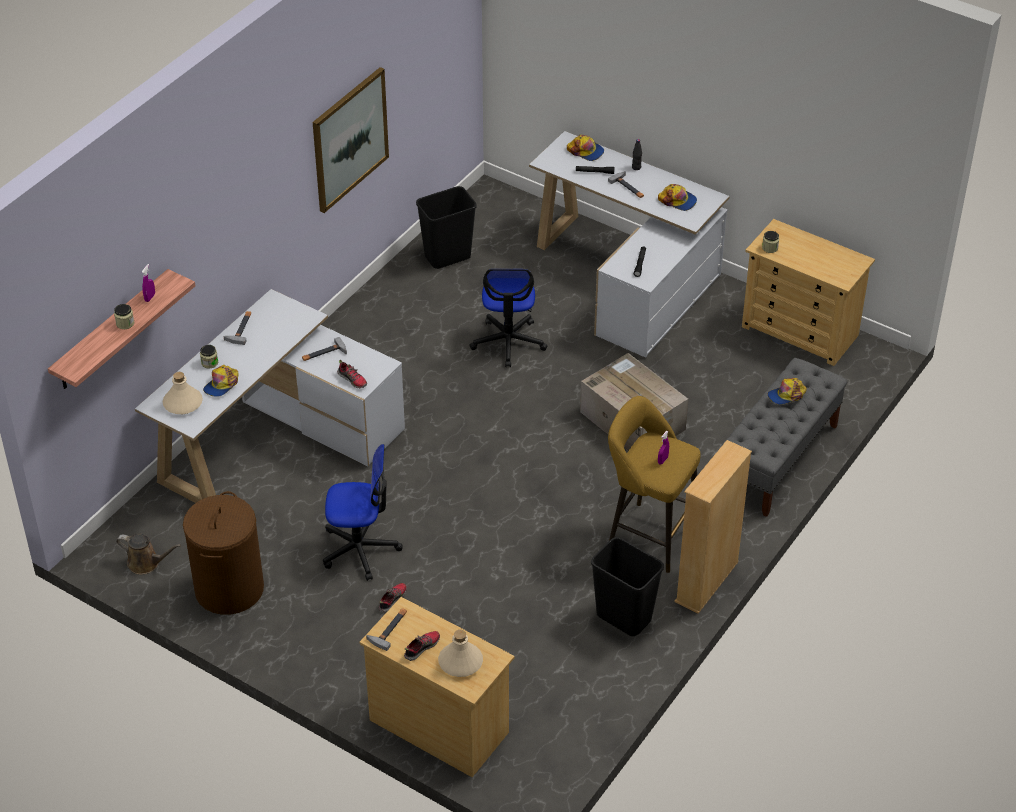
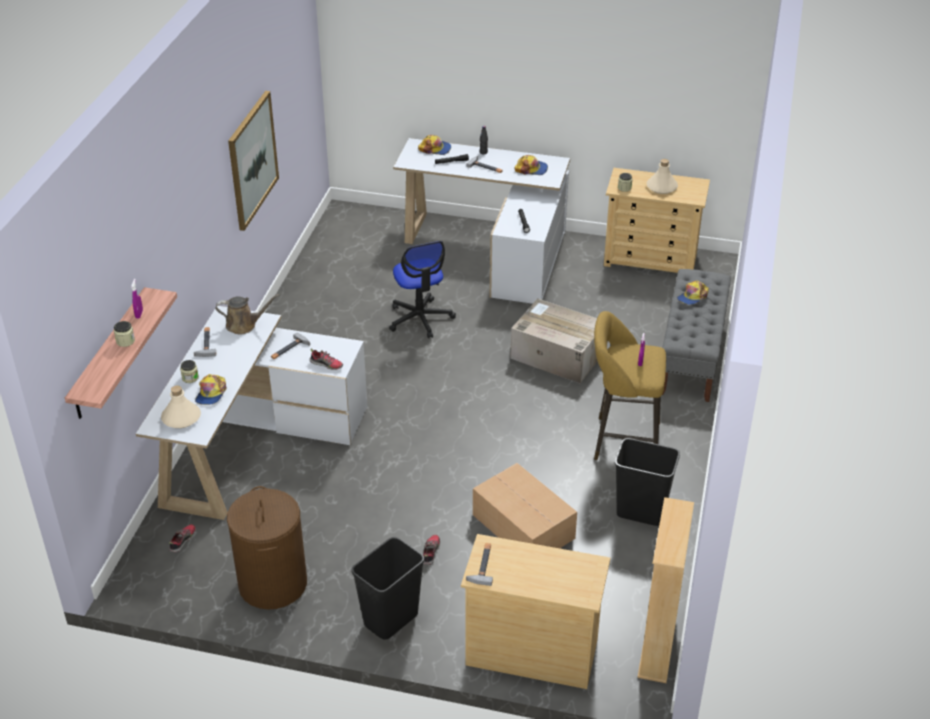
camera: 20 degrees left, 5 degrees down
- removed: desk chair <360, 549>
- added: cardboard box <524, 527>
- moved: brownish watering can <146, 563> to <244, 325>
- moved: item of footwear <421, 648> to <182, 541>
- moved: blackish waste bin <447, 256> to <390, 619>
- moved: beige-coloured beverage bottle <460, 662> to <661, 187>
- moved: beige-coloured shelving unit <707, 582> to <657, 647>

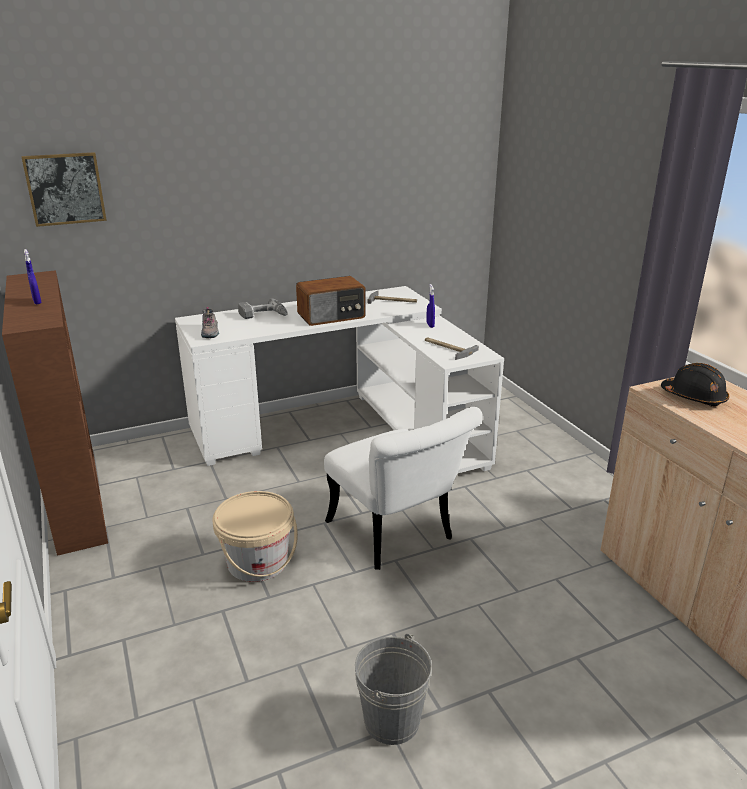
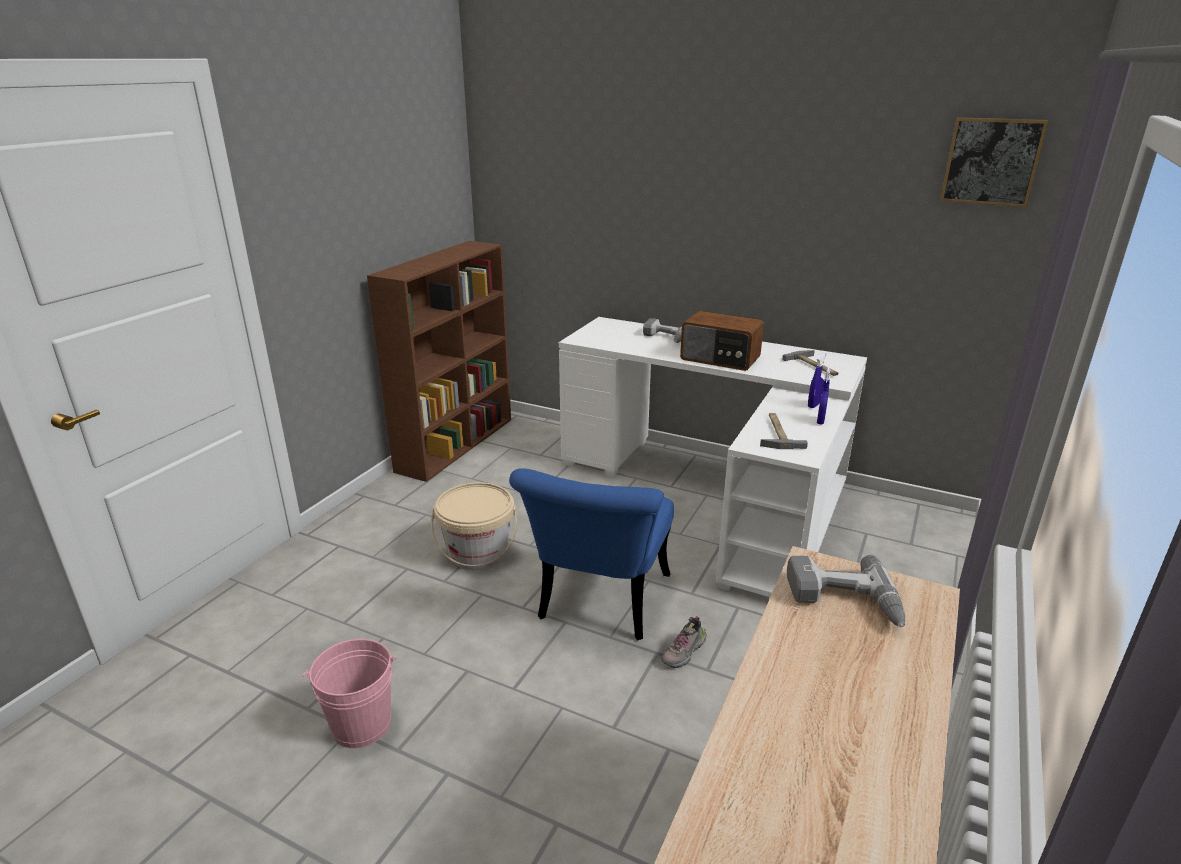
camera: 50 degrees right, 0 degrees up
- moved: wall picture <65, 189> to <991, 161>
- moved: bluish spray bottle <37, 302> to <820, 421>
- moved: item of footwear <210, 332> to <684, 652>
- replaced: blackish safety helmet <694, 397> to power drill <844, 602>
- recoloured: white plain chair <397, 536> to bluish plain chair <600, 605>
- recoloured: gray water bucket <392, 720> to pink-coloured water bucket <361, 725>

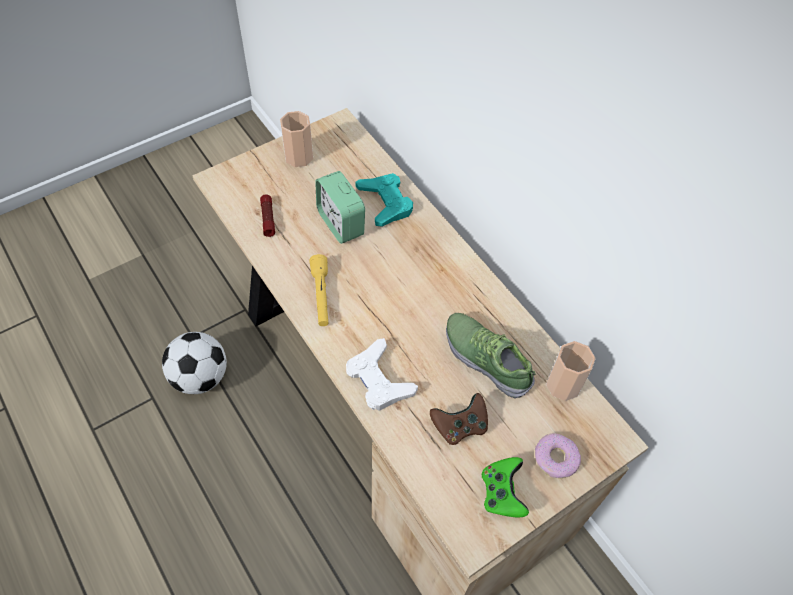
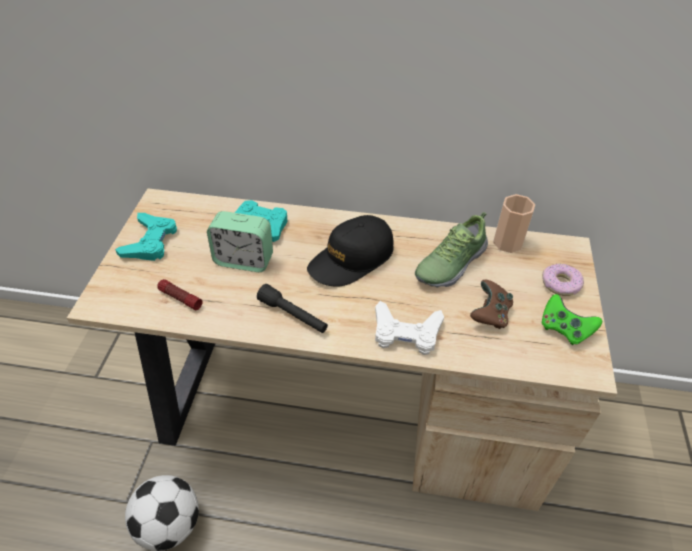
camera: 45 degrees left, 10 degrees down
- added: blackish baseball cap <351, 259>
- replaced: drinking cup <299, 157> to turquoise-coloured joypad <150, 241>
- recoloured: yellowish hand torch <321, 295> to blackish hand torch <293, 315>
- turned: item of footwear <487, 358> = <449, 264> 45 degrees counterclockwise

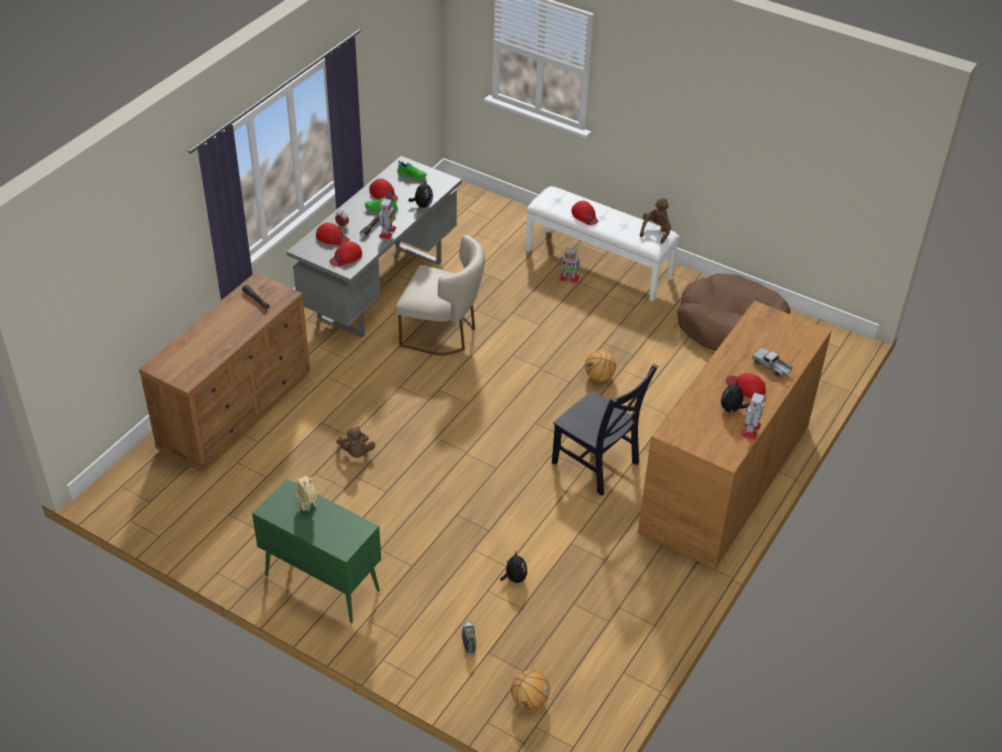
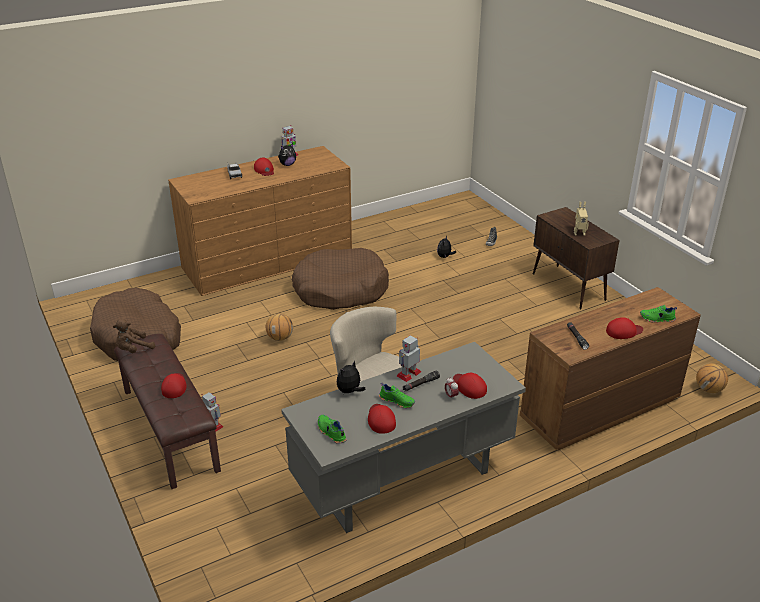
camera: 150 degrees left, 10 degrees down
- removed: brownish plush toy <356, 452>
- added: green item of footwear <657, 319>
- moved: red-coloured baseball cap <346, 257> to <624, 331>
- moved: basketball <529, 700> to <709, 389>
- replaced: blackish plain chair <598, 465> to brownish dog bed <340, 289>
- recoloured: green cabinet <321, 582> to brownish cabinet <569, 287>
- recoloured: white bench <599, 263> to brownish bench <169, 429>

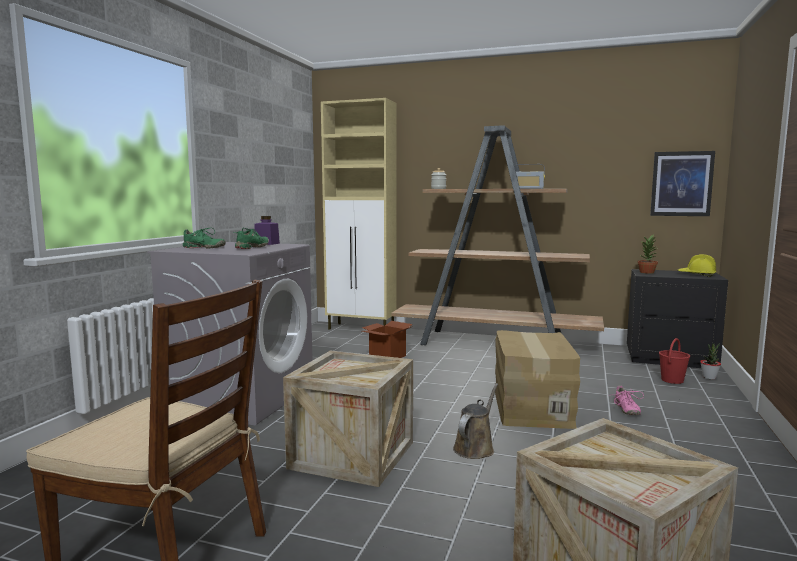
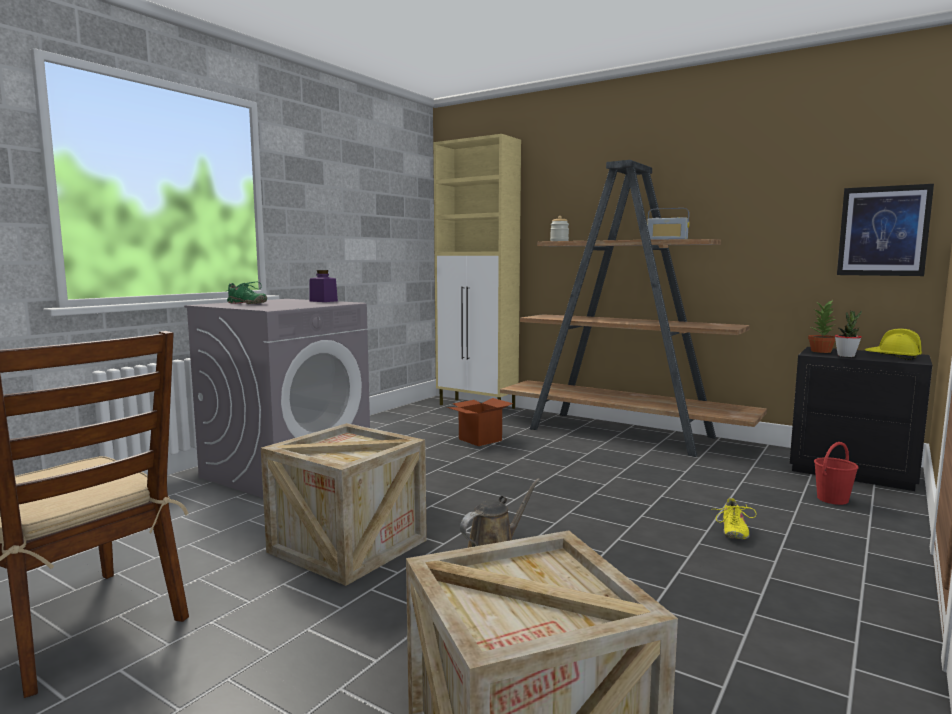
camera: 15 degrees right, 0 degrees up
- removed: green item of footwear <252, 247>
- removed: cardboard box <530, 407>
- moved: houseplant <709, 377> to <846, 356>
- recoloured: pink-coloured item of footwear <626, 409> to yellowish item of footwear <733, 530>

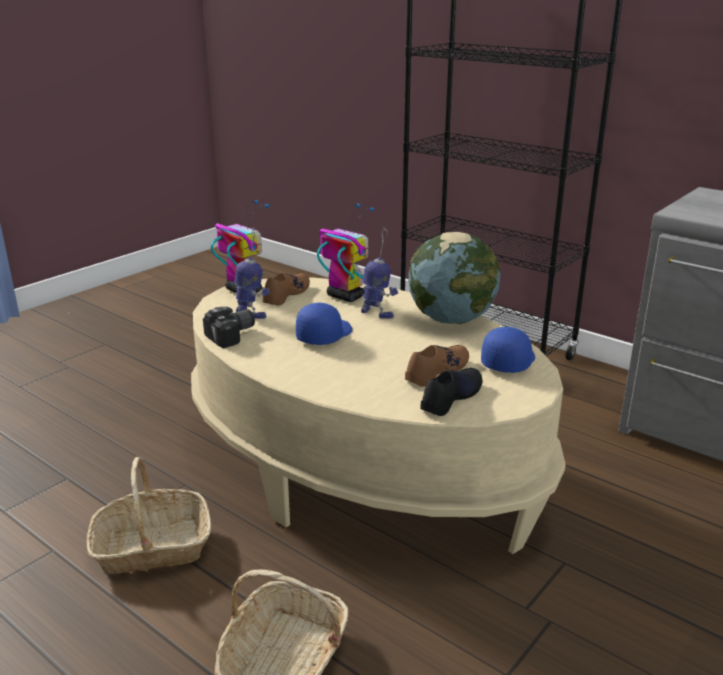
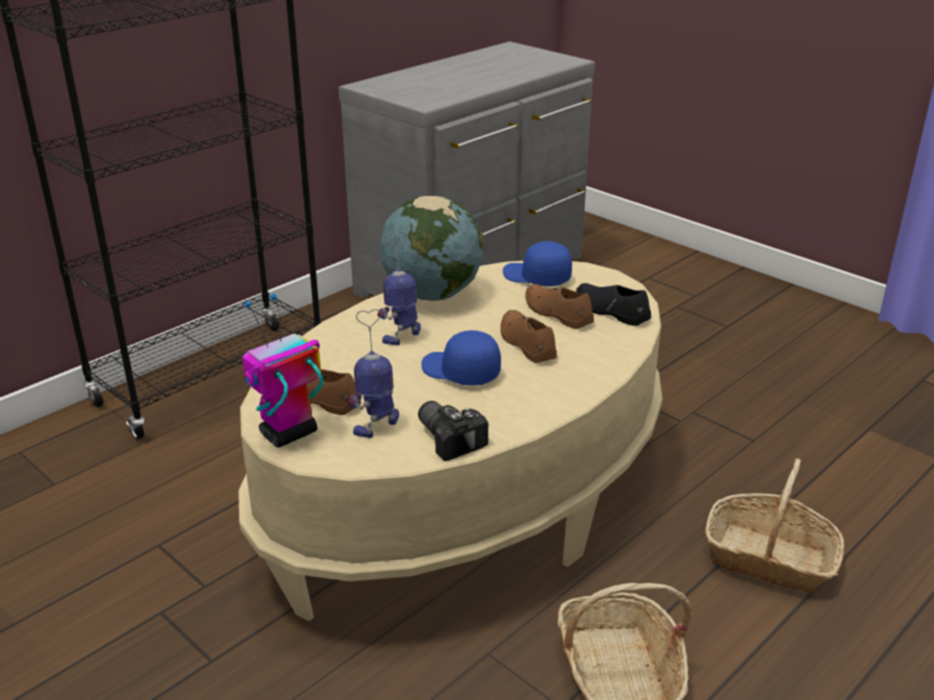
camera: 85 degrees left, 5 degrees up
- removed: robot figure <344, 296>
- added: brownish item of footwear <526, 343>

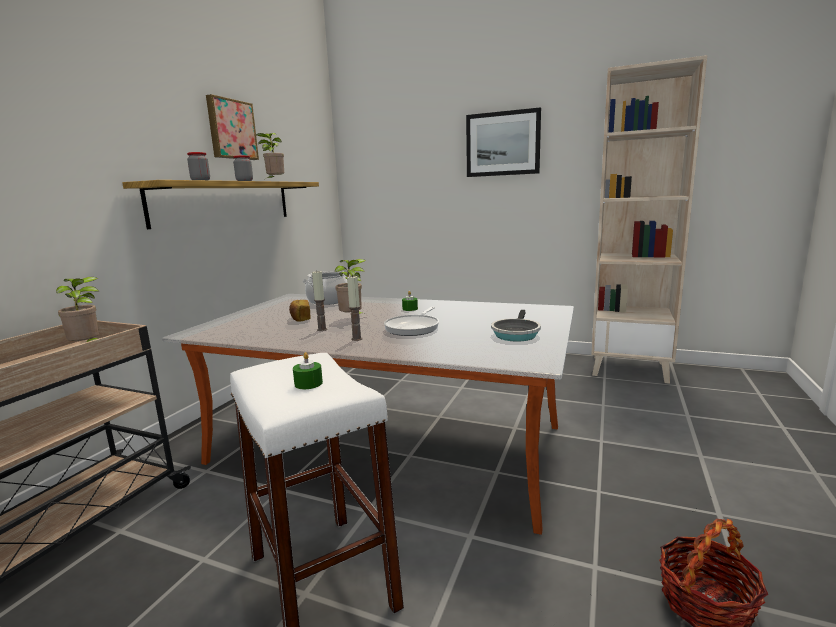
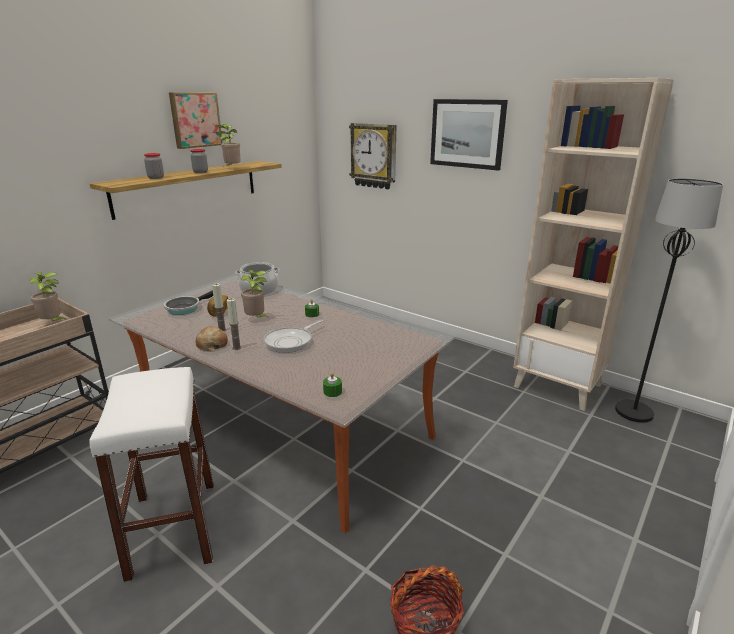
camera: 15 degrees right, 10 degrees up
- added: bakery bread <212, 344>
- added: hanging clock <374, 156>
- added: blackish floor lamp <634, 412>
- moved: green wax light <308, 383> to <332, 391>
- moved: frying pan <515, 334> to <185, 308>

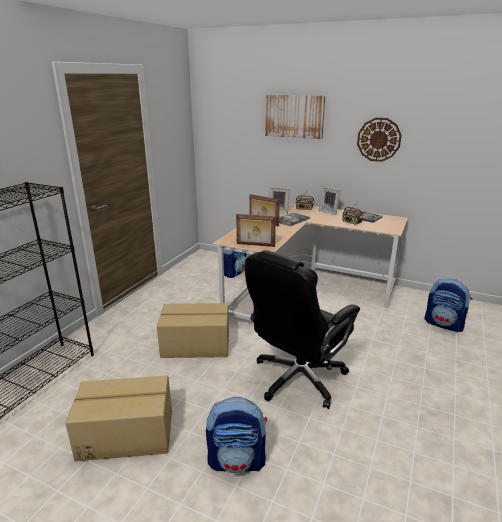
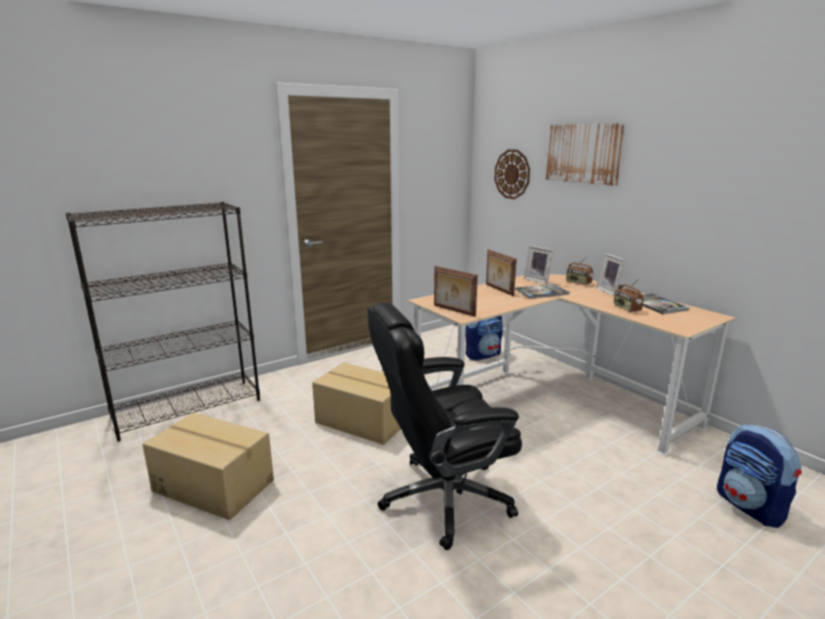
camera: 30 degrees right, 5 degrees down
- removed: rucksack <237, 461>
- moved: hanging clock <378, 139> to <512, 174>

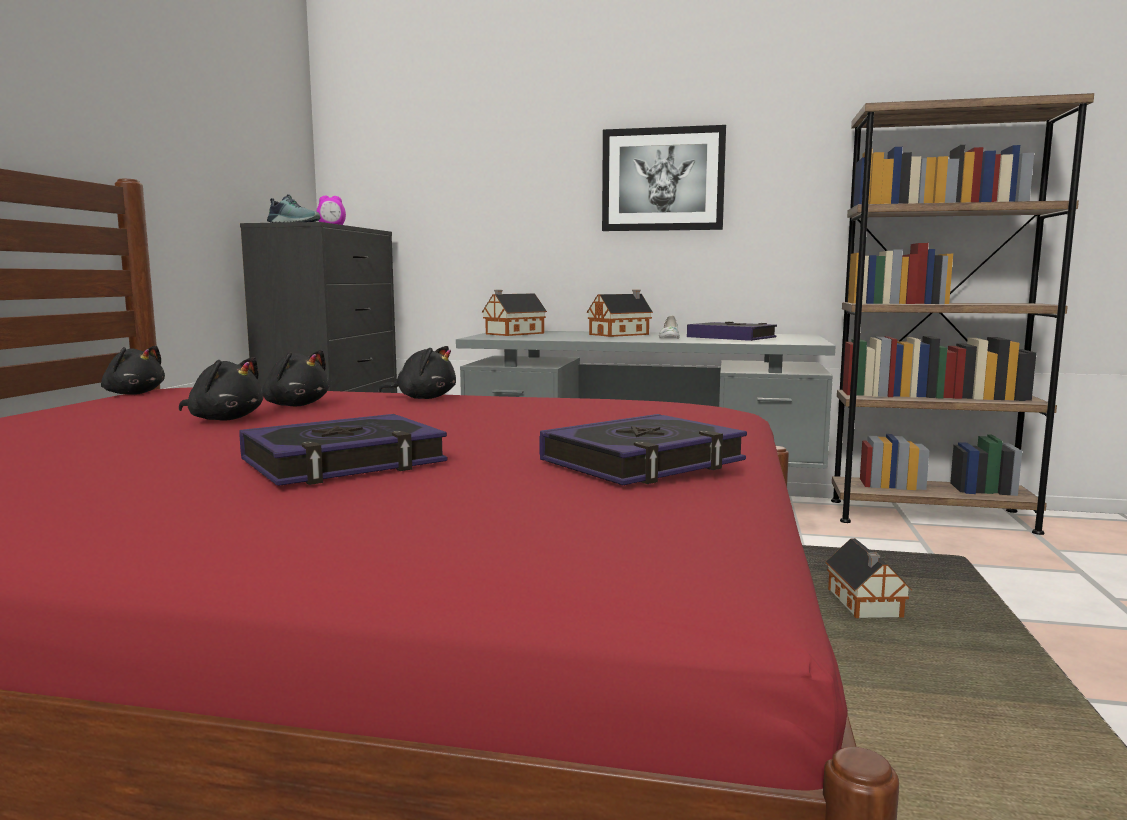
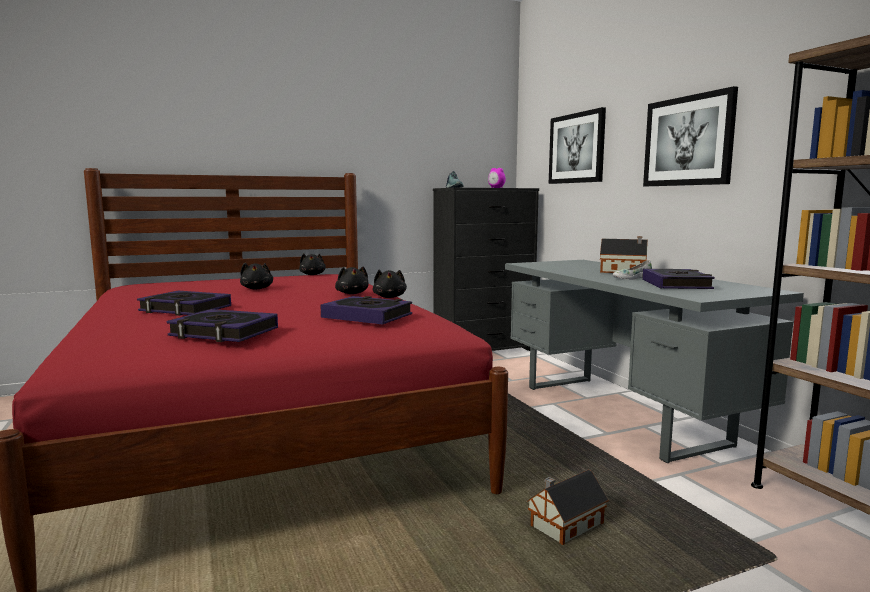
camera: 55 degrees right, 0 degrees up
- removed: miniature house <512, 334>
- added: volume <367, 316>
- added: wall picture <576, 148>
- moved: blackish plush toy <295, 405> to <389, 297>

